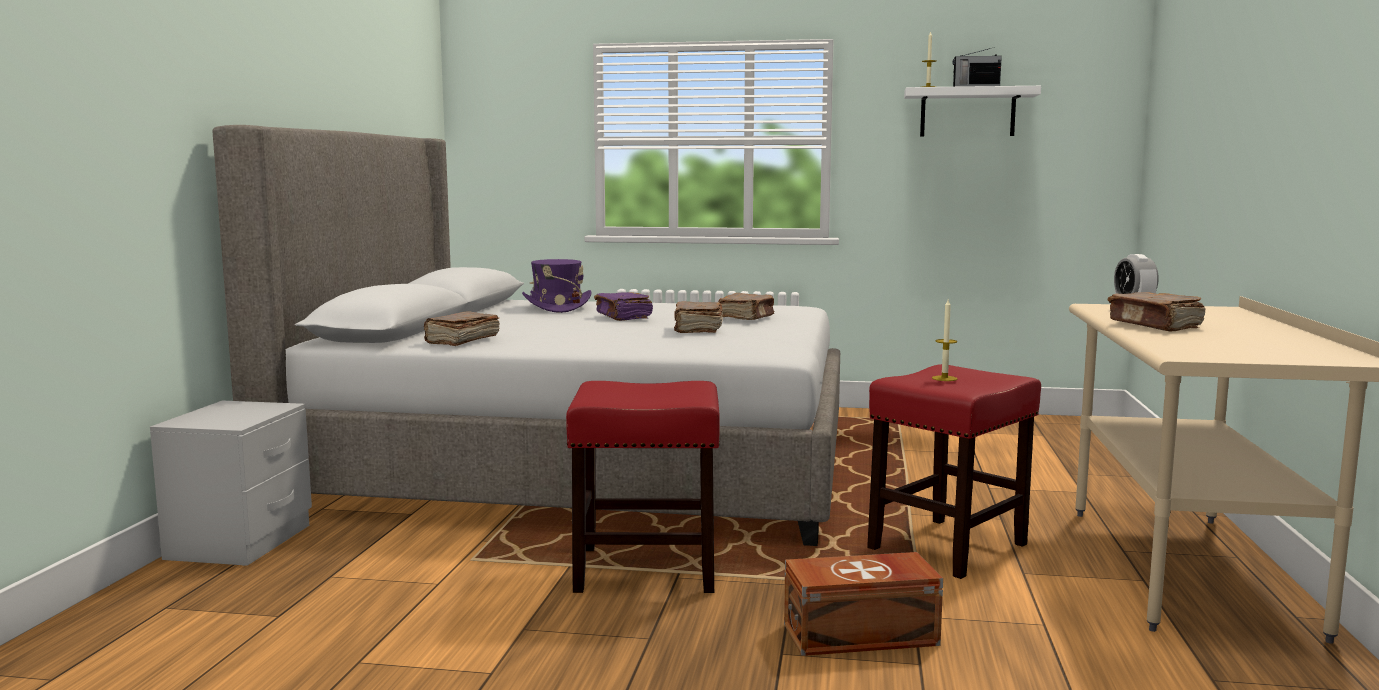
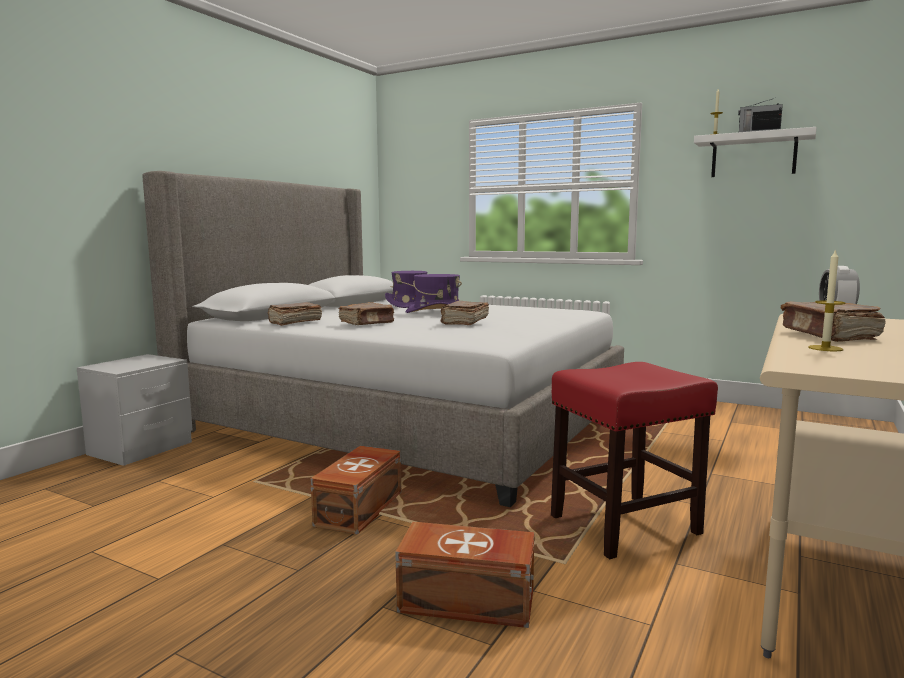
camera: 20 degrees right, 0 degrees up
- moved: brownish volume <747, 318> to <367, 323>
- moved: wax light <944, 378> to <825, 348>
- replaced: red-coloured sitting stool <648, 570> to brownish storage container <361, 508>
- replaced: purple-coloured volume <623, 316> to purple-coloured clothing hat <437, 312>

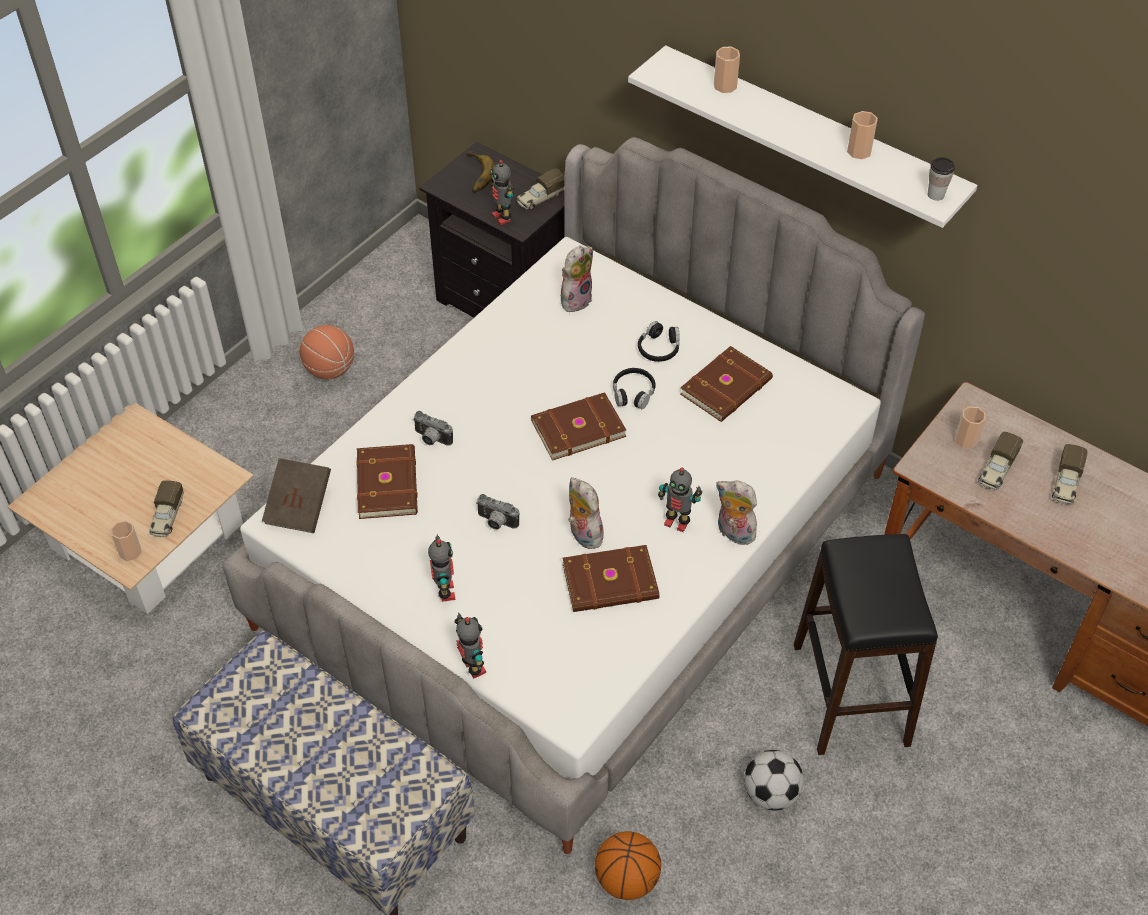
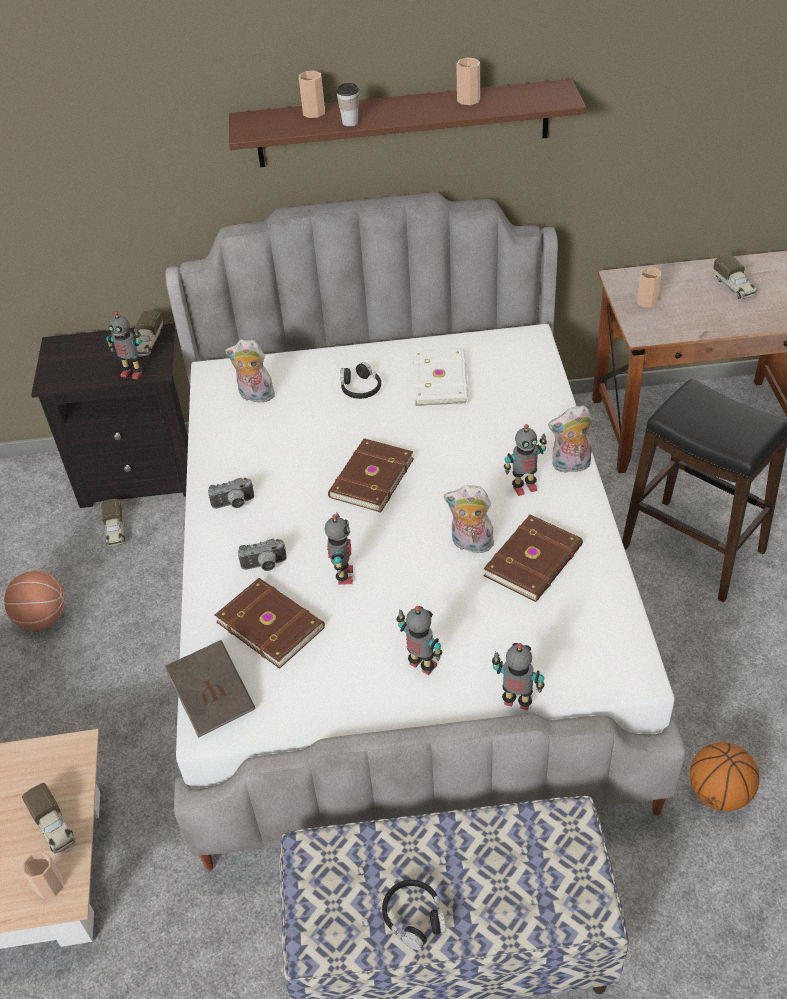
camera: 40 degrees left, 5 degrees down
- removed: whole banana <474, 175>
- removed: football ball <771, 793>
- added: robot figure <343, 576>
- moved: still camera <496, 523> to <234, 504>
- moved: blackish pair of headphones <633, 393> to <414, 917>
- moved: drinking cup <936, 194> to <350, 122>
- moved: toy truck <997, 470> to <115, 531>
- recoloured: white wall shelf <810, 137> to brownish wall shelf <402, 124>
- recoloured: brownish volume <727, 387> to white volume <441, 381>
- turned: plush toy <575, 299> = <255, 396> 75 degrees counterclockwise

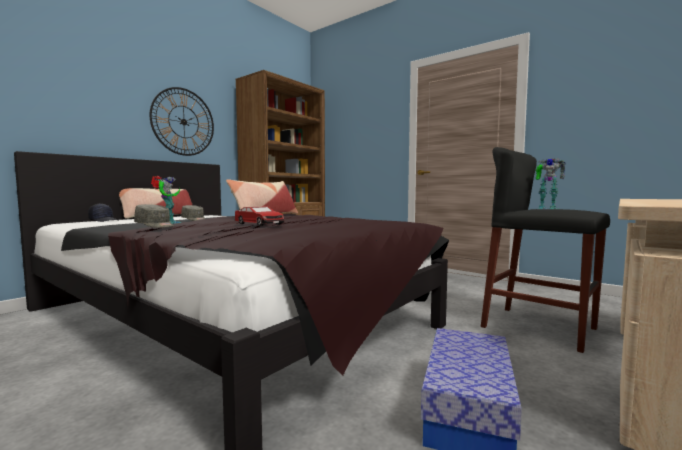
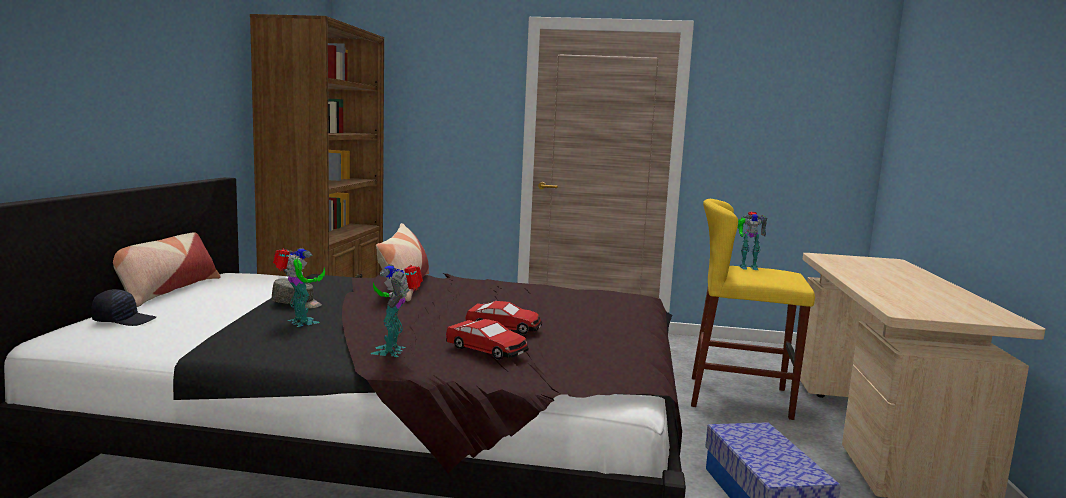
camera: 30 degrees left, 5 degrees up
- removed: hanging clock <183, 122>
- added: miniature car <487, 349>
- replaced: gray baseball cap <155, 226> to robot figure <393, 351>
- recoloured: blackish sitting stool <539, 328> to yellowish sitting stool <739, 397>

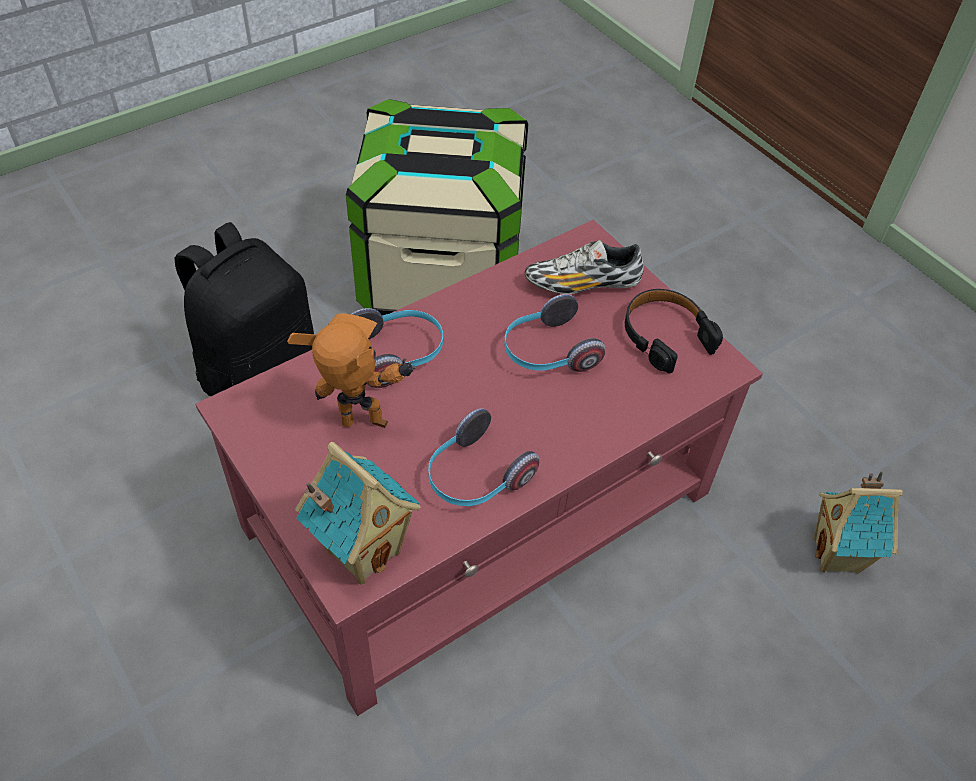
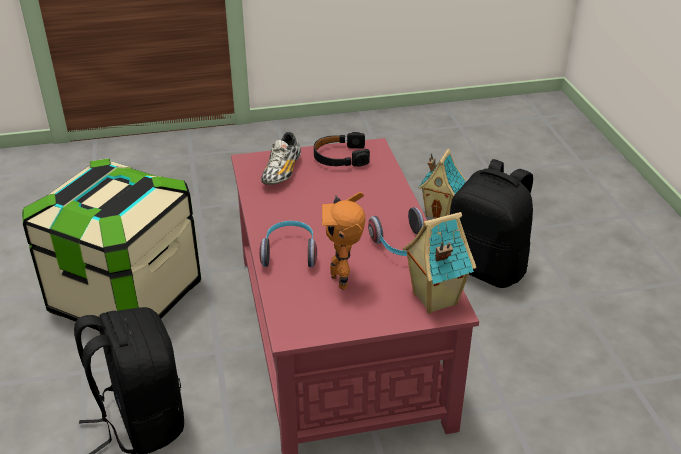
camera: 65 degrees left, 15 degrees down
- removed: pair of headphones <547, 352>
- added: blackish rucksack <487, 268>
- turned: robot figure <364, 429> = <343, 280> 45 degrees counterclockwise

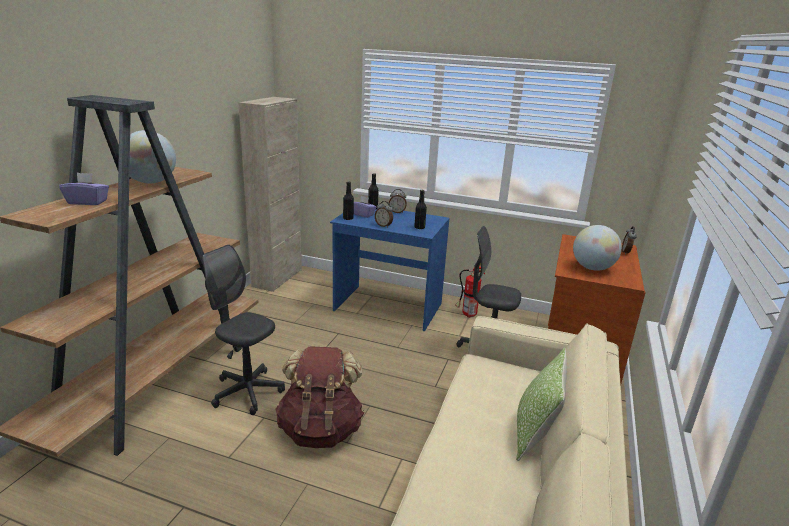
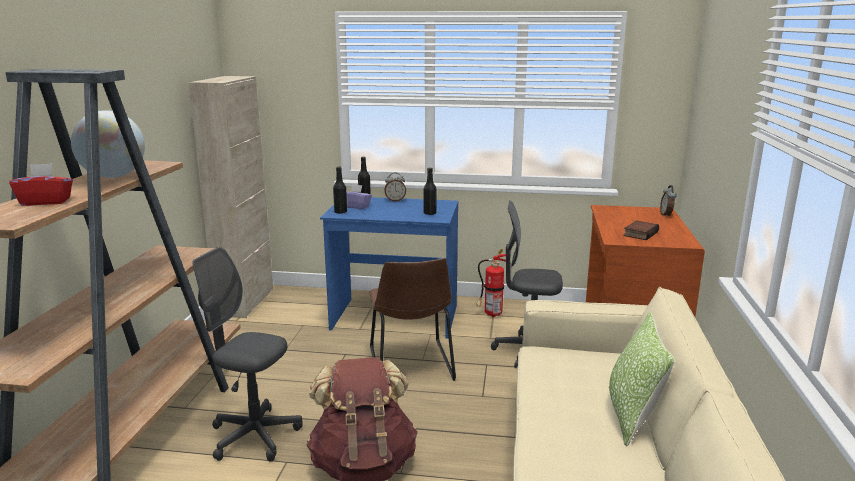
camera: 10 degrees left, 5 degrees down
- removed: bedside clock <383, 225>
- added: brownish plain chair <411, 366>
- replaced: globe <592, 268> to volume <640, 233>
- recoloured: purple-coloured box of tissues <88, 202> to red-coloured box of tissues <46, 202>

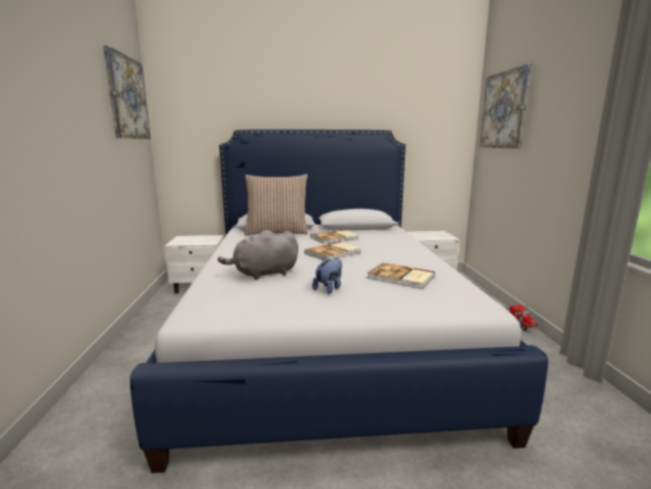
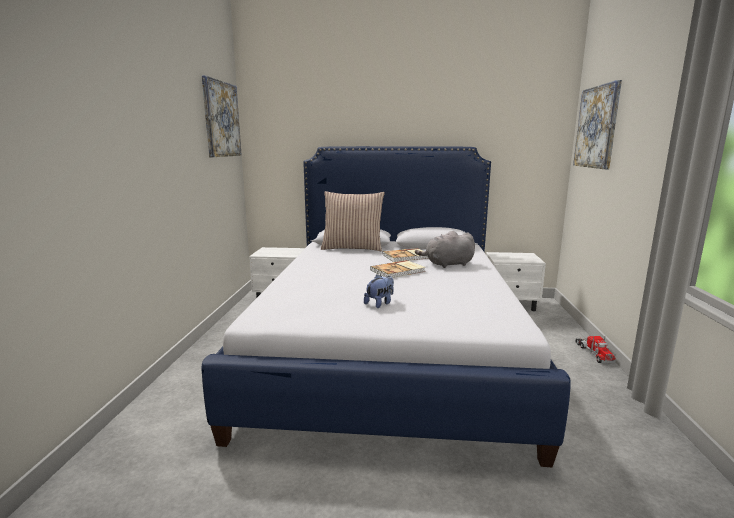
camera: 10 degrees right, 0 degrees up
- removed: volume <401, 278>
- moved: gray plush toy <263, 274> to <447, 264>

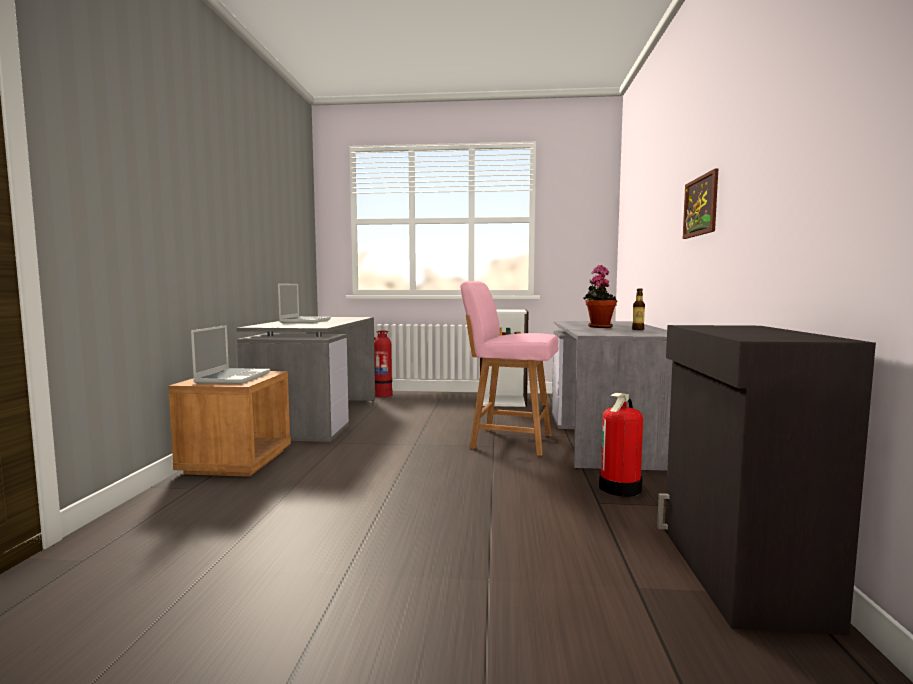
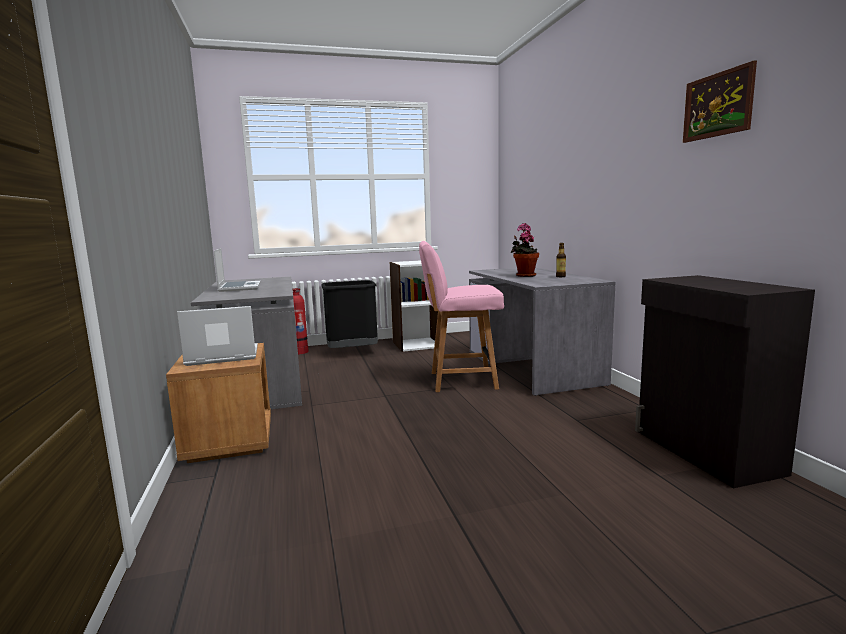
camera: 20 degrees left, 5 degrees up
- removed: extinguisher <620, 488>
- added: blackish waste bin <352, 352>
- moved: wall picture <700, 206> to <717, 105>
- turned: notebook computer <233, 378> = <221, 356> 90 degrees counterclockwise

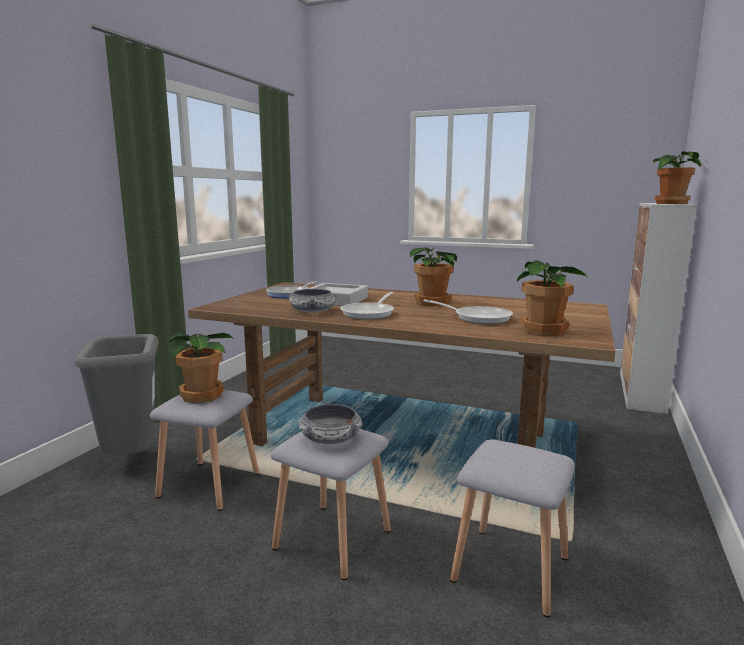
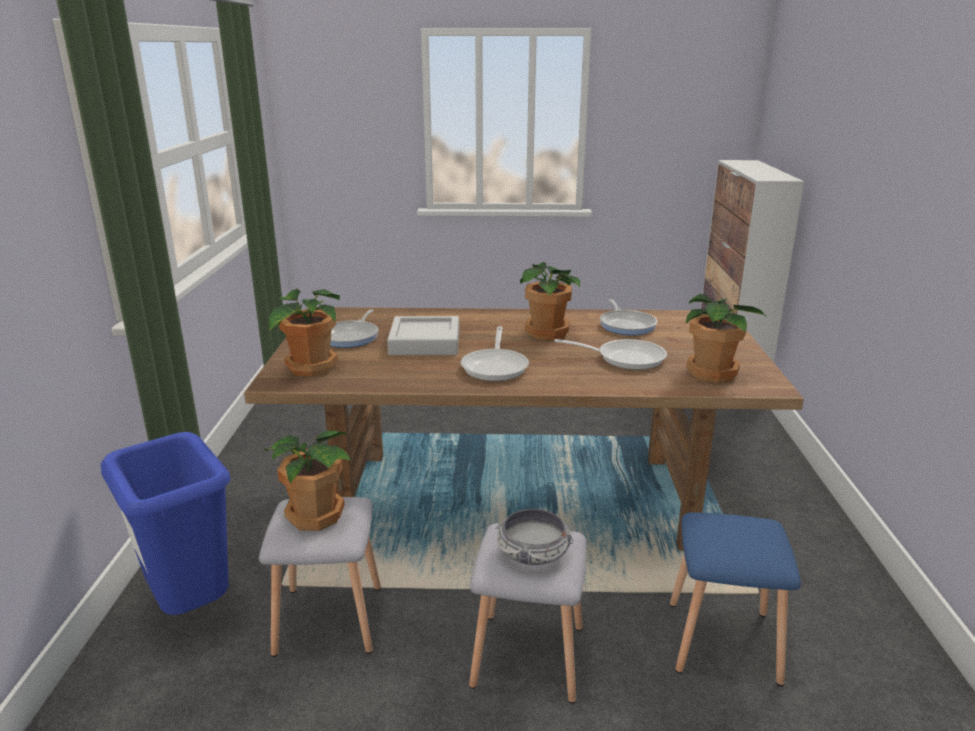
camera: 20 degrees left, 10 degrees up
- removed: bowl <312, 311>
- added: frying pan <626, 325>
- moved: houseplant <670, 203> to <309, 368>
- recoloured: gray waste bin <131, 461> to bluish waste bin <192, 608>
- recoloured: gray sitting stool <508, 569> to bluish sitting stool <721, 642>

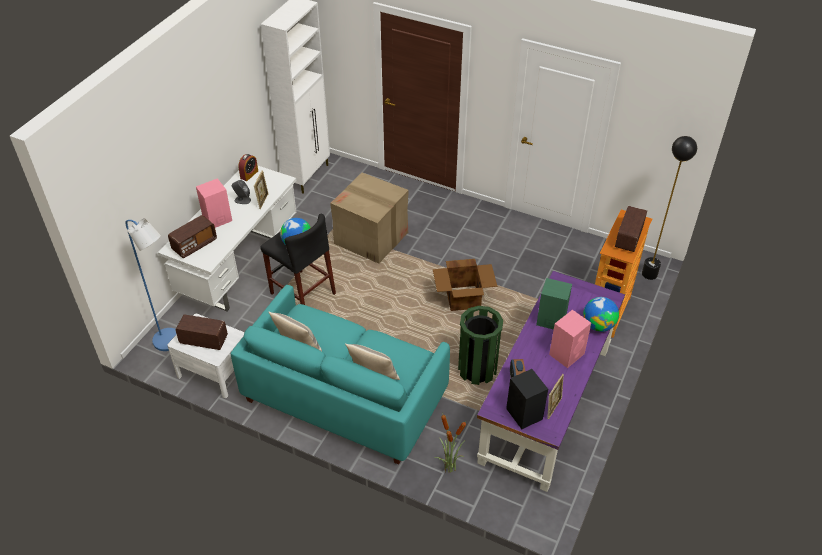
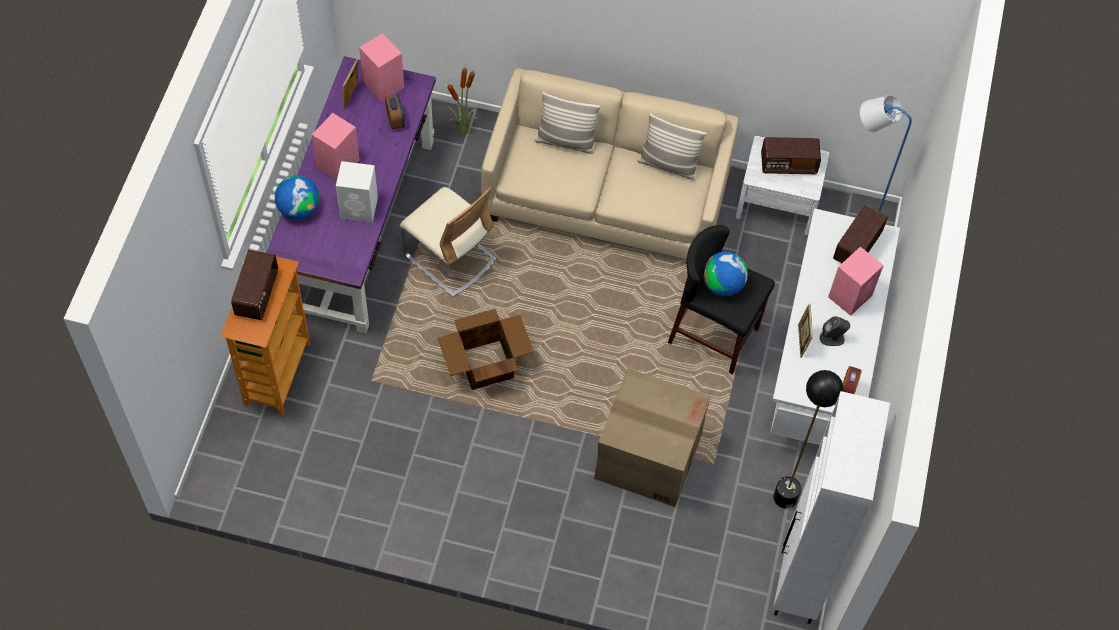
camera: 165 degrees right, 15 degrees up
- moved: blackish floor lamp <649, 274> to <785, 497>
- replaced: green waste bin <477, 369> to beige-coloured plain chair <449, 257>
- recoloured: turquoise-coloured couch <344, 396> to beige-coloured couch <607, 196>
- recoloured: blackish loudspeaker <524, 414> to pink-coloured loudspeaker <383, 84>
- recoloured: green loudspeaker <550, 320> to white loudspeaker <360, 208>

